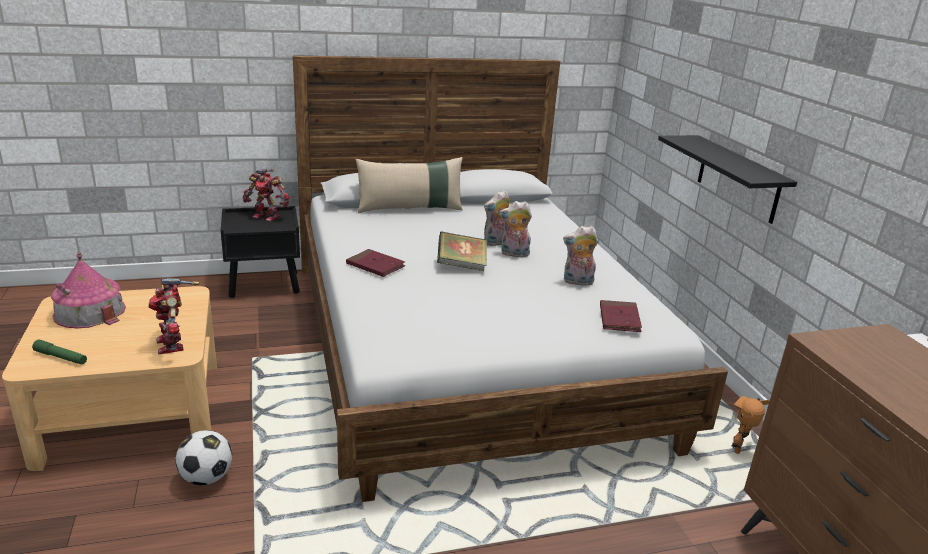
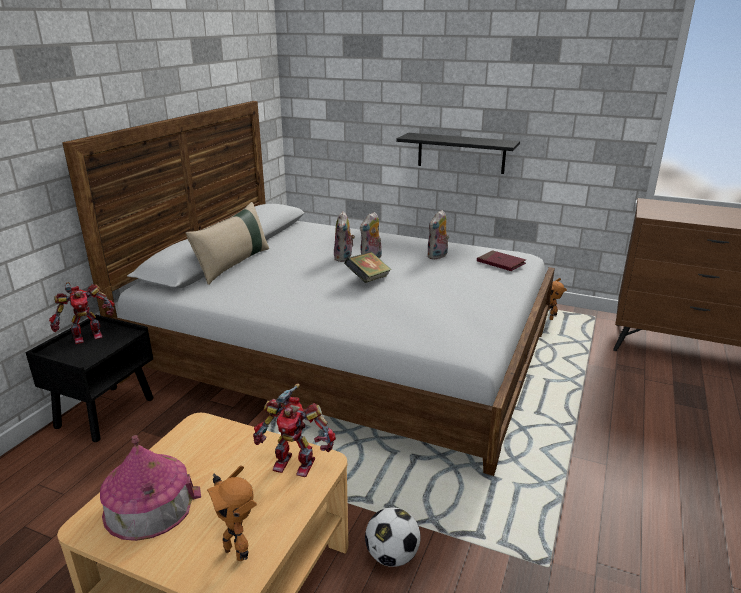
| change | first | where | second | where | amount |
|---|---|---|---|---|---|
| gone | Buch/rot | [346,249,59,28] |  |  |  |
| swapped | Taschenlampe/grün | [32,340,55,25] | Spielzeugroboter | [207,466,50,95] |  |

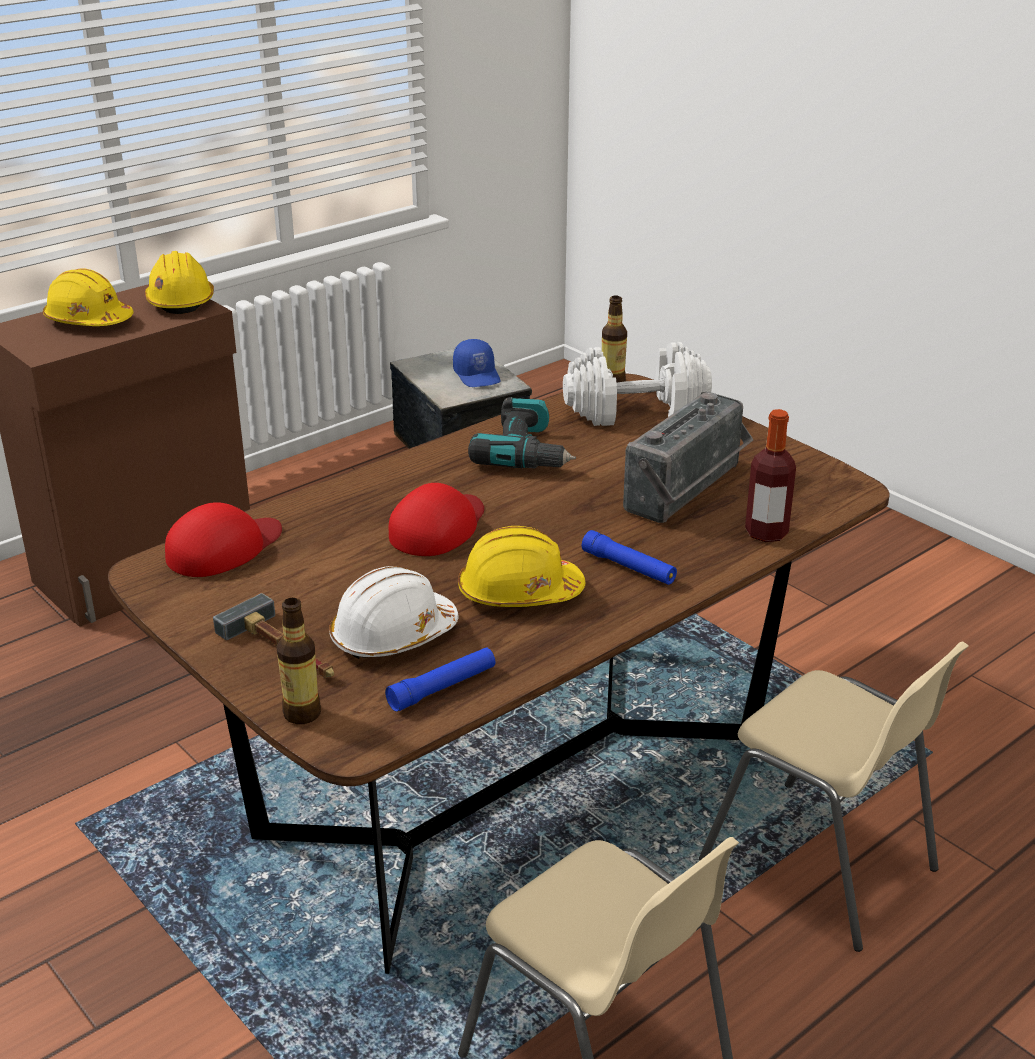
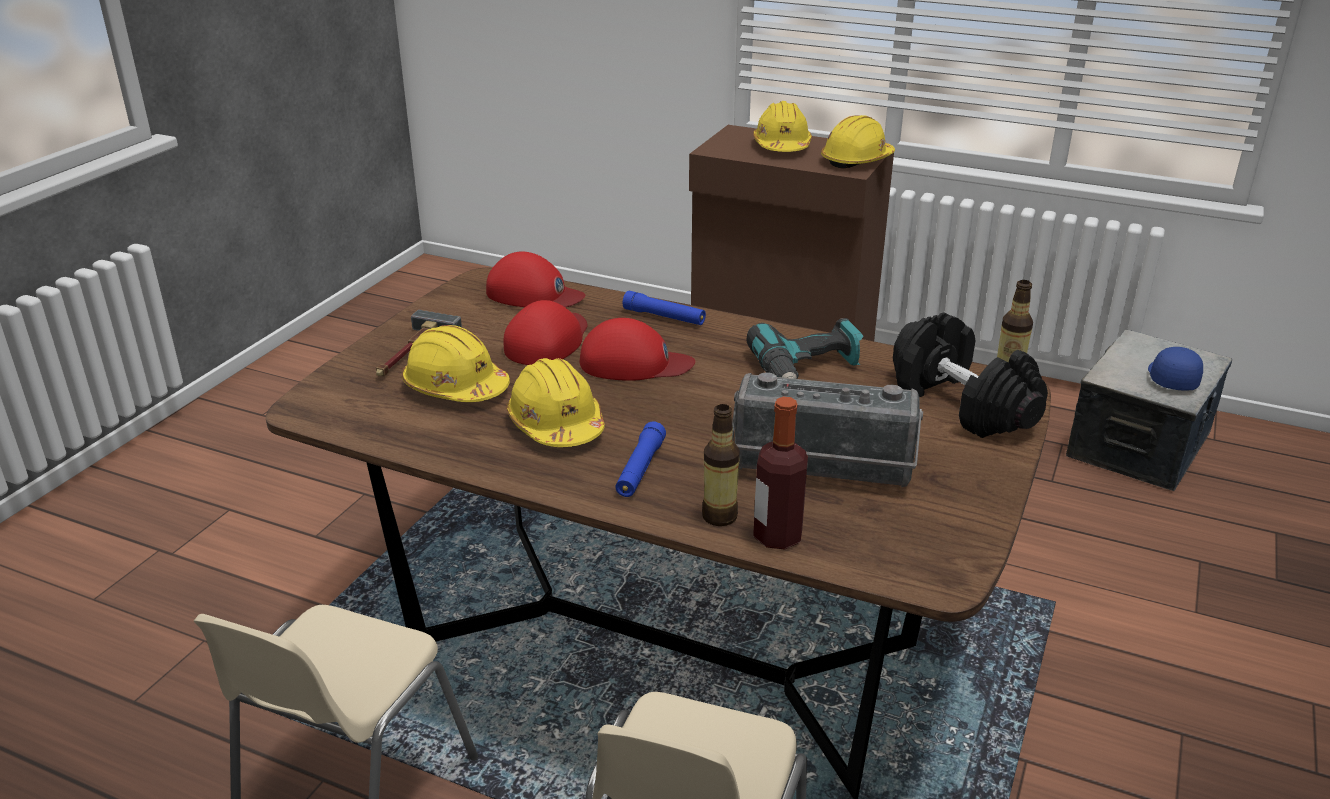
| change | first | where | second | where | amount |
|---|---|---|---|---|---|
| rotated | Kappe/blau | [453,339,47,48] |  | [1148,347,55,44] | 150 degrees clockwise |
| repainted | Hantel/weiß | [563,342,149,84] | Hantel/schwarz | [893,312,155,126] |  |
| repainted | Schutzhelm/weiß | [329,566,130,93] | Schutzhelm/gelb | [402,325,108,77] |  |
| shifted | Flasche | [276,598,45,126] |  | [702,404,38,122] |  |
| shifted | Taschenlampe/blau | [385,647,110,65] |  | [623,291,83,34] |  |
| new |  |  | Kappe/rot | [503,300,85,65] |  |

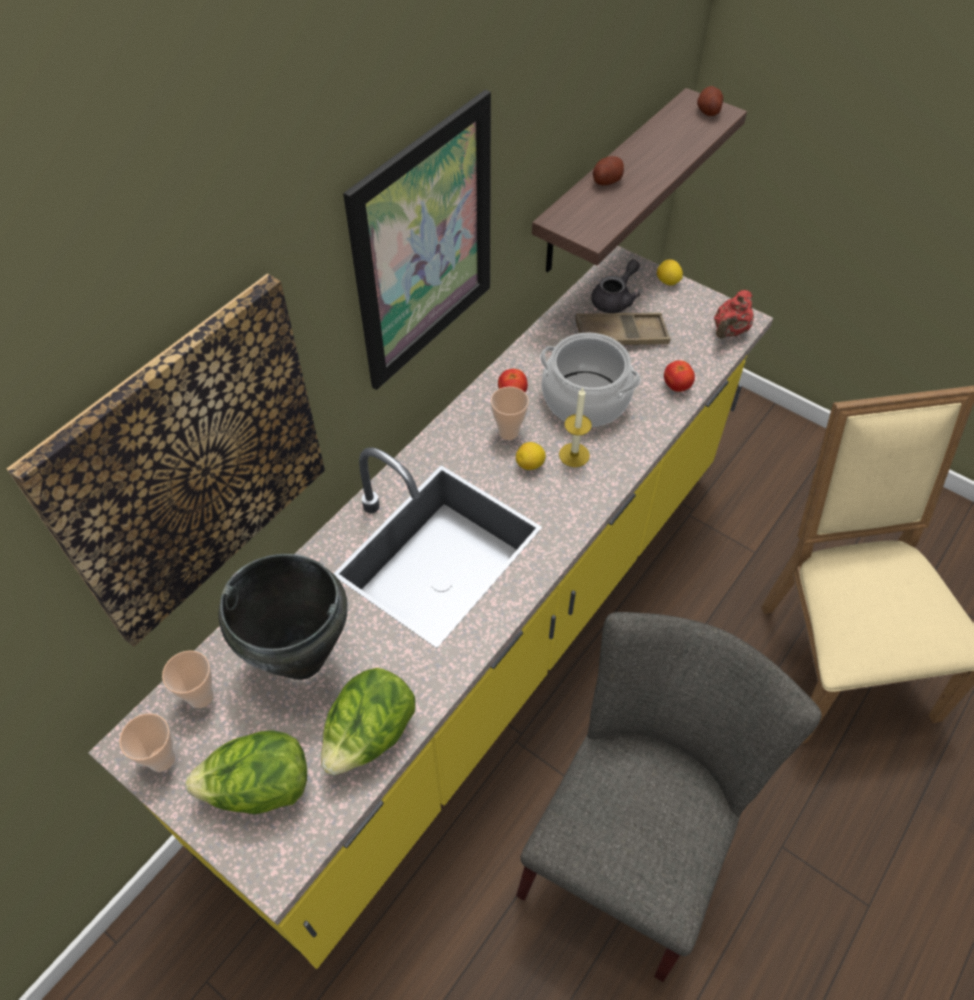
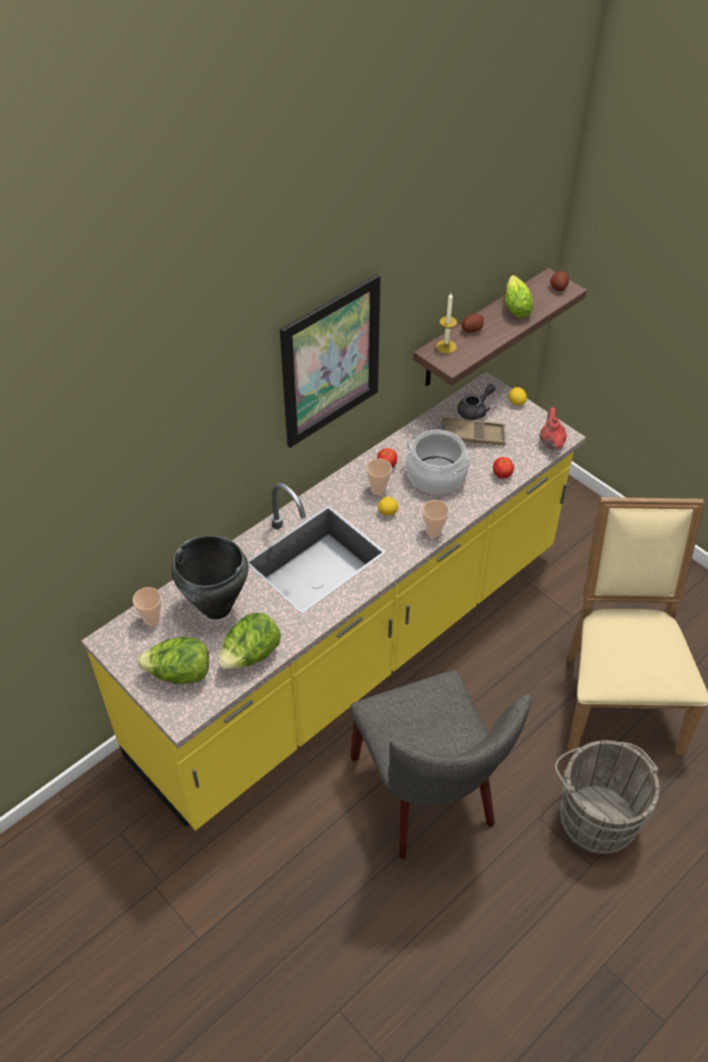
| change | first | where | second | where | amount |
|---|---|---|---|---|---|
| gone | Bild | [7,274,318,373] |  |  |  |
| rotated | Teekanne/rot | [714,290,40,49] |  | [539,407,28,43] | 135 degrees clockwise |
| shifted | Kerze | [559,387,33,80] |  | [436,293,21,60] |  |
| rotated | Stuhl/grau | [516,612,305,370] |  | [350,670,182,189] | 120 degrees clockwise |
| shifted | Tasse | [119,713,57,59] |  | [422,500,27,38] |  |
| new |  |  | Salatkopf | [505,275,28,43] |  |
| new |  |  | Eimer/grau | [555,740,105,114] |  |

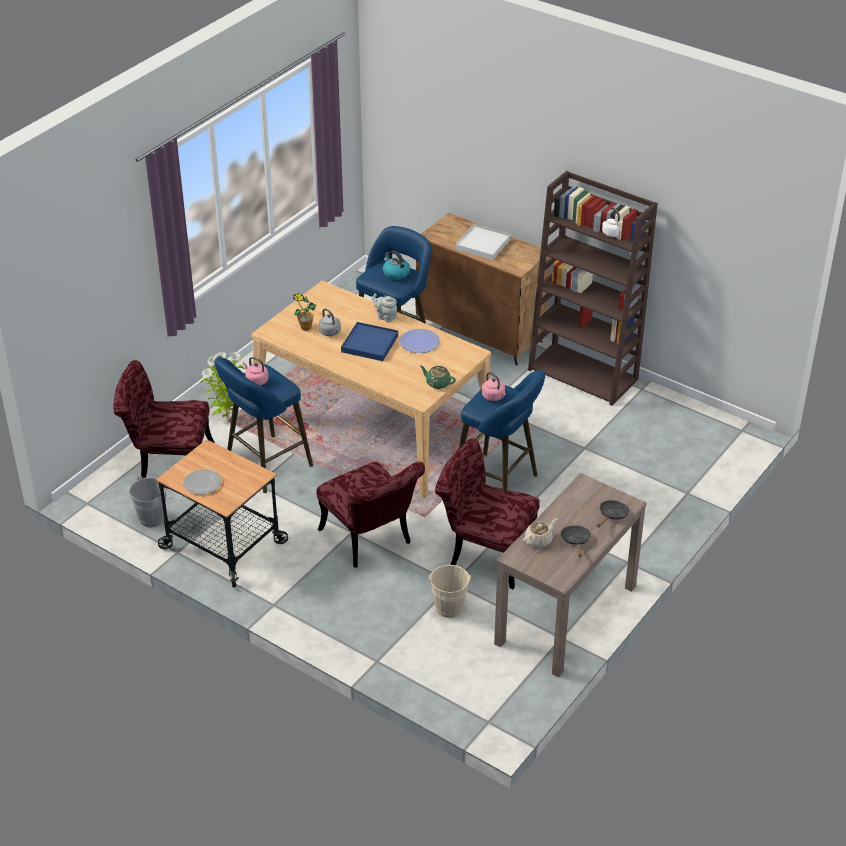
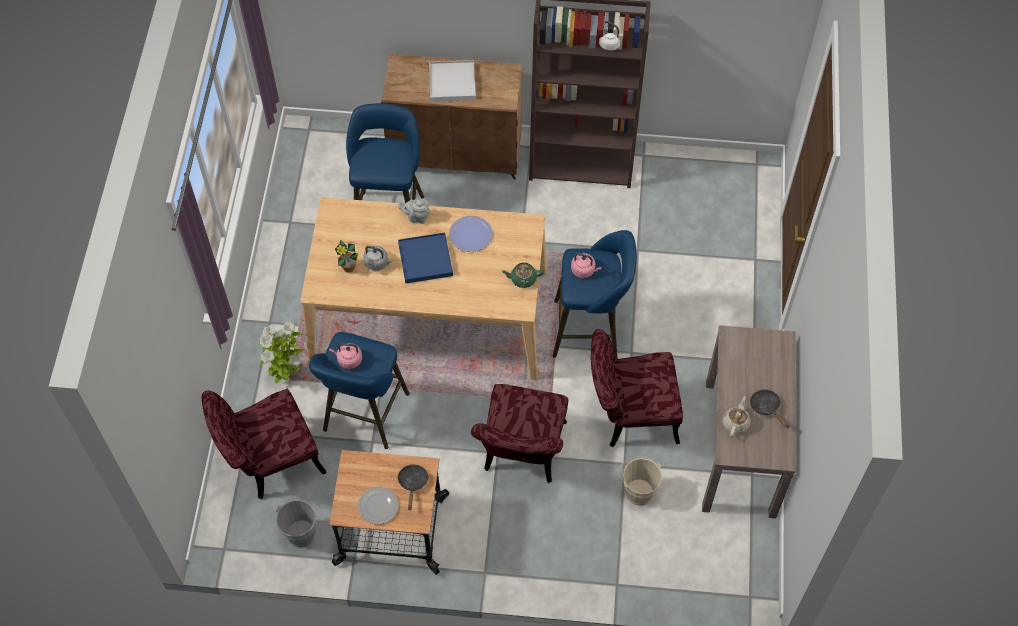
| change | first | where | second | where | amount |
|---|---|---|---|---|---|
| gone | Wasserkessel | [383,250,27,30] |  |  |  |
| rotated | Stuhl/rot | [316,461,109,107] |  | [471,384,97,99] | 75 degrees clockwise |
| shifted | Pfanne/schwarz | [597,500,32,27] |  | [397,464,32,46] |  |

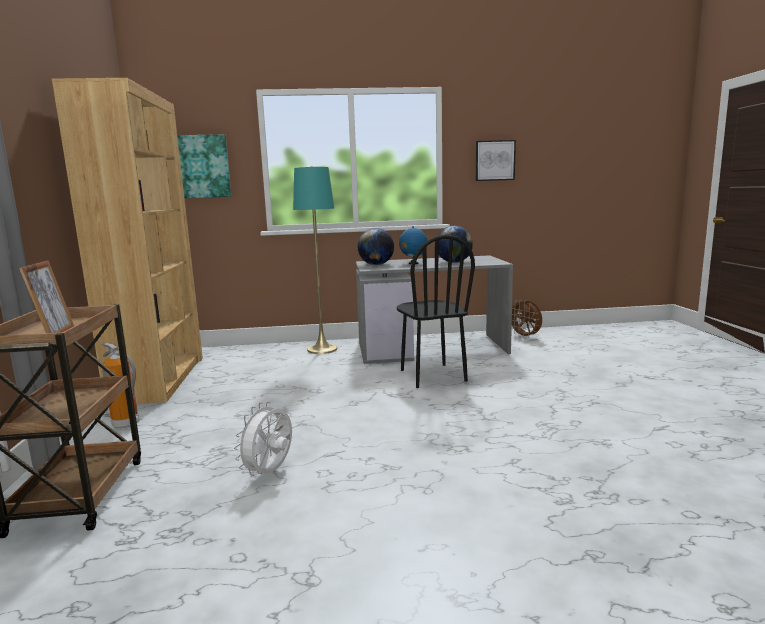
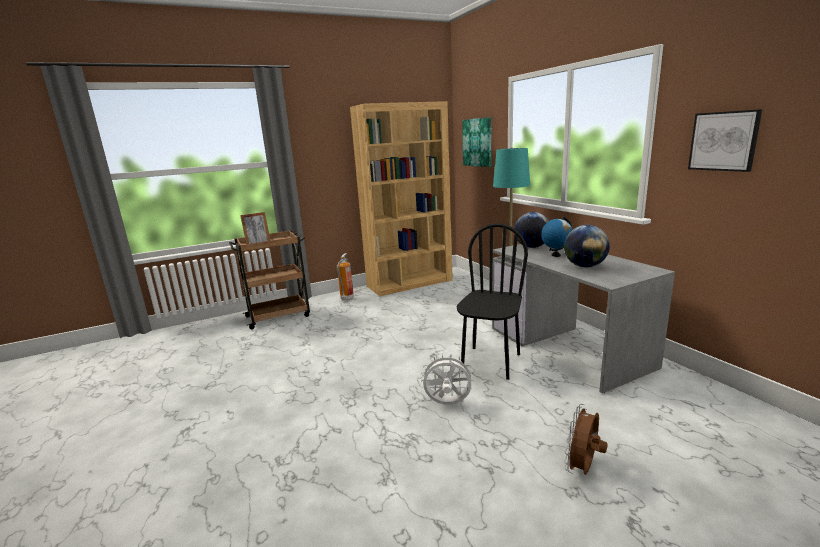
| change | first | where | second | where | amount |
|---|---|---|---|---|---|
| rotated | Stuhl/schwarz | [397,235,78,153] |  | [457,223,71,157] | 150 degrees clockwise |
| shifted | Ventilator/braun | [512,299,30,40] |  | [564,404,44,71] |  |
| shifted | Ventilator/weiß | [234,402,58,74] |  | [421,354,53,50] |  |

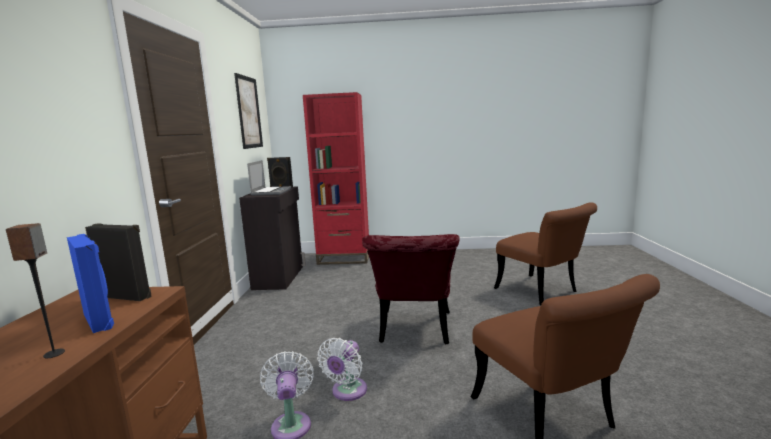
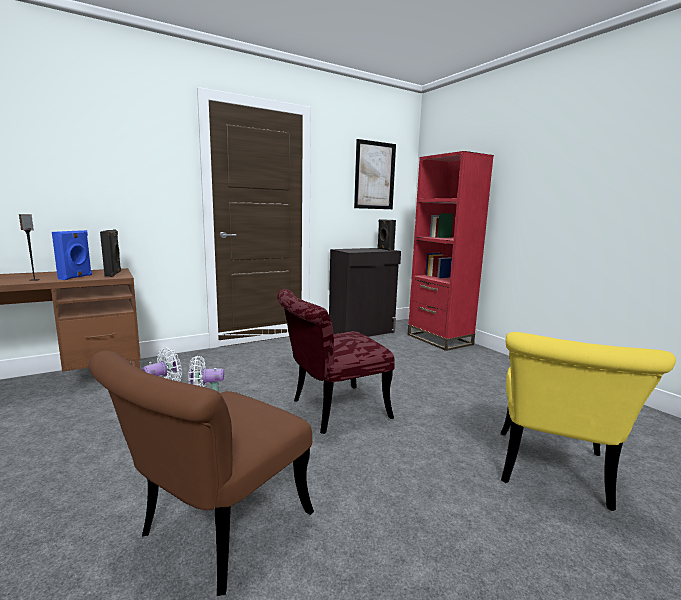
| change | first | where | second | where | amount |
|---|---|---|---|---|---|
| gone | Laptop | [247,160,44,36] |  |  |  |
| repainted | Stuhl/braun | [494,202,103,104] | Stuhl/gelb | [501,332,175,179] |  |

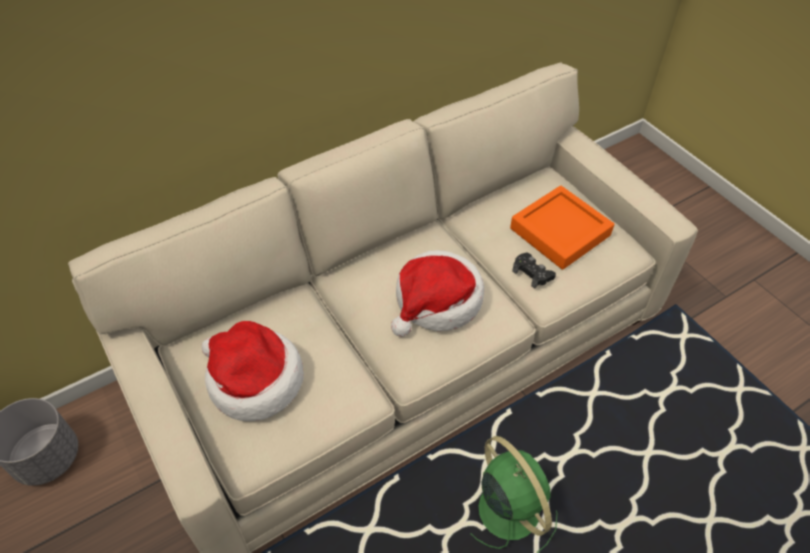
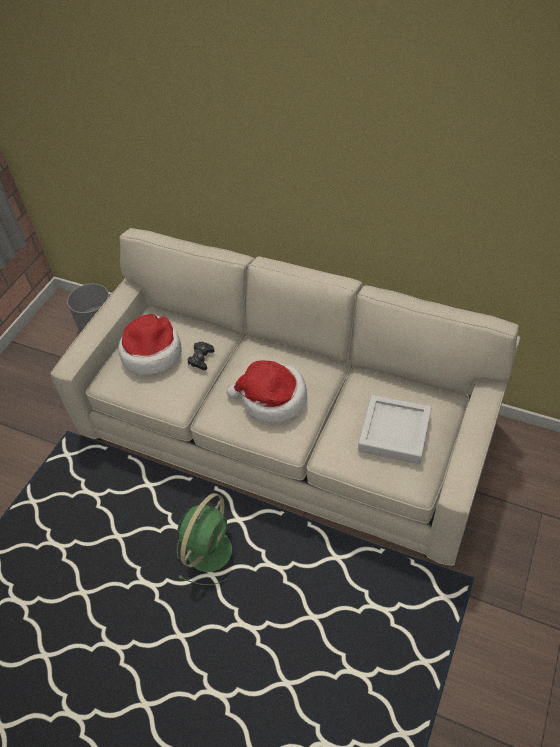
| change | first | where | second | where | amount |
|---|---|---|---|---|---|
| repainted | Tablett/orange | [510,186,104,84] | Tablett/grau | [358,395,74,69] |  |
| shifted | Gamepad/schwarz | [512,253,44,36] |  | [187,342,27,28] |  |

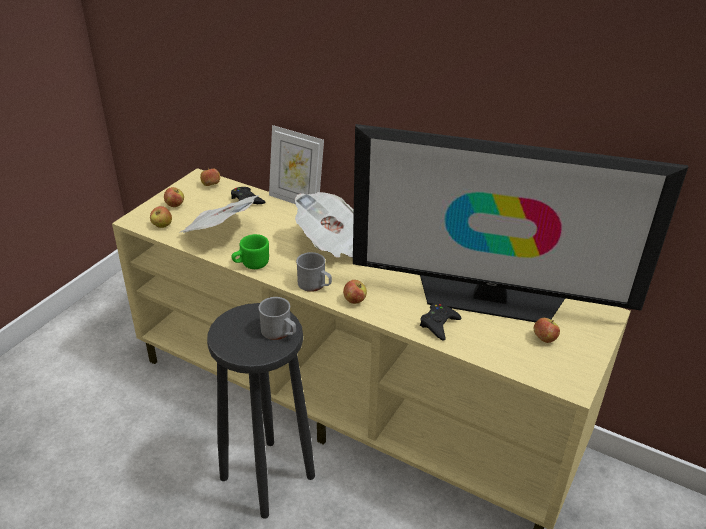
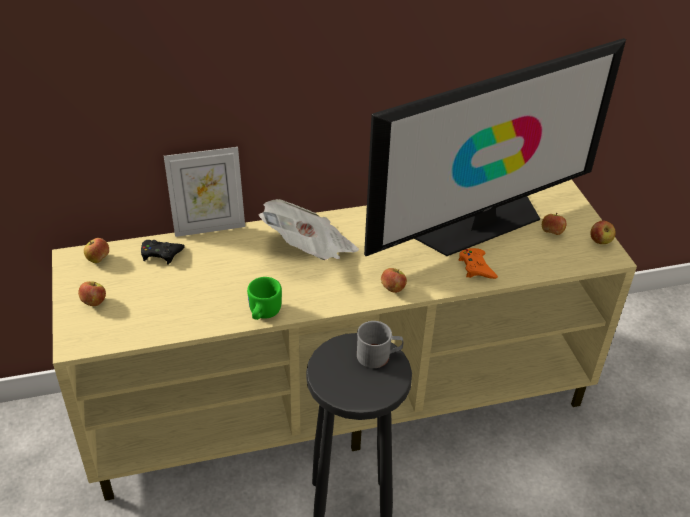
| change | first | where | second | where | amount |
|---|---|---|---|---|---|
| gone | Zeitung | [179,195,80,38] |  |  |  |
| shifted | Apfel | [150,206,22,22] |  | [590,221,26,23] |  |
| gone | Henkelbecher/grau | [296,252,36,40] |  |  |  |
| repainted | Gamepad/schwarz | [420,304,42,37] | Gamepad/orange | [458,248,40,31] |  |

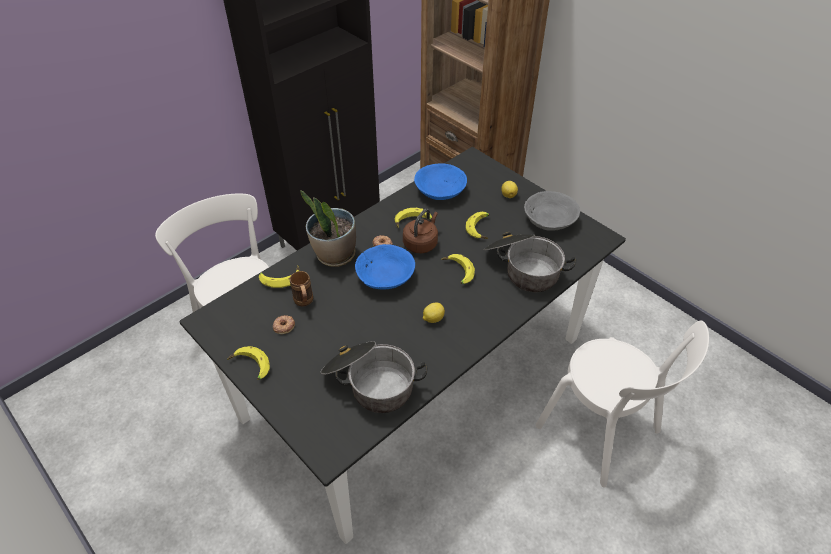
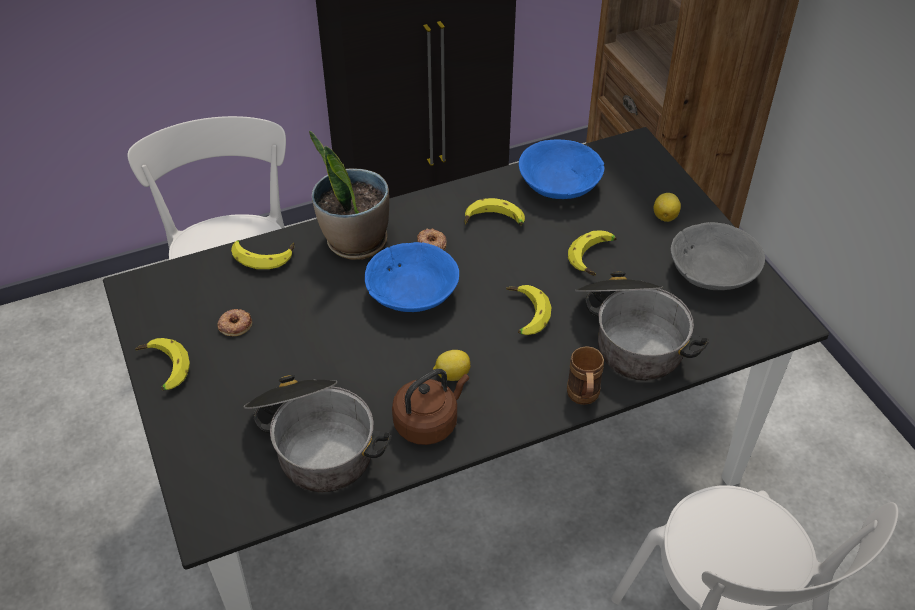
| change | first | where | second | where | amount |
|---|---|---|---|---|---|
| shifted | Wasserkessel/braun | [403,209,35,44] |  | [392,369,77,76] |  |
| shifted | Henkelbecher/braun | [290,271,23,36] |  | [567,346,37,59] |  |

